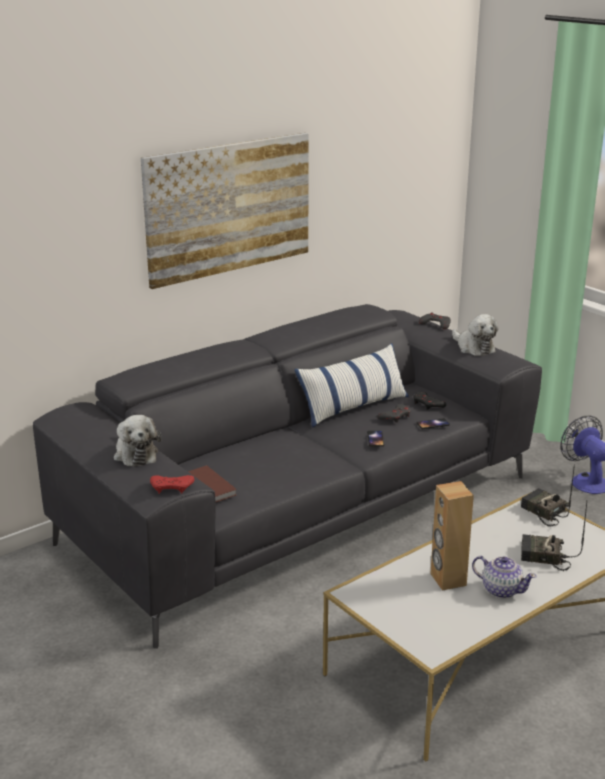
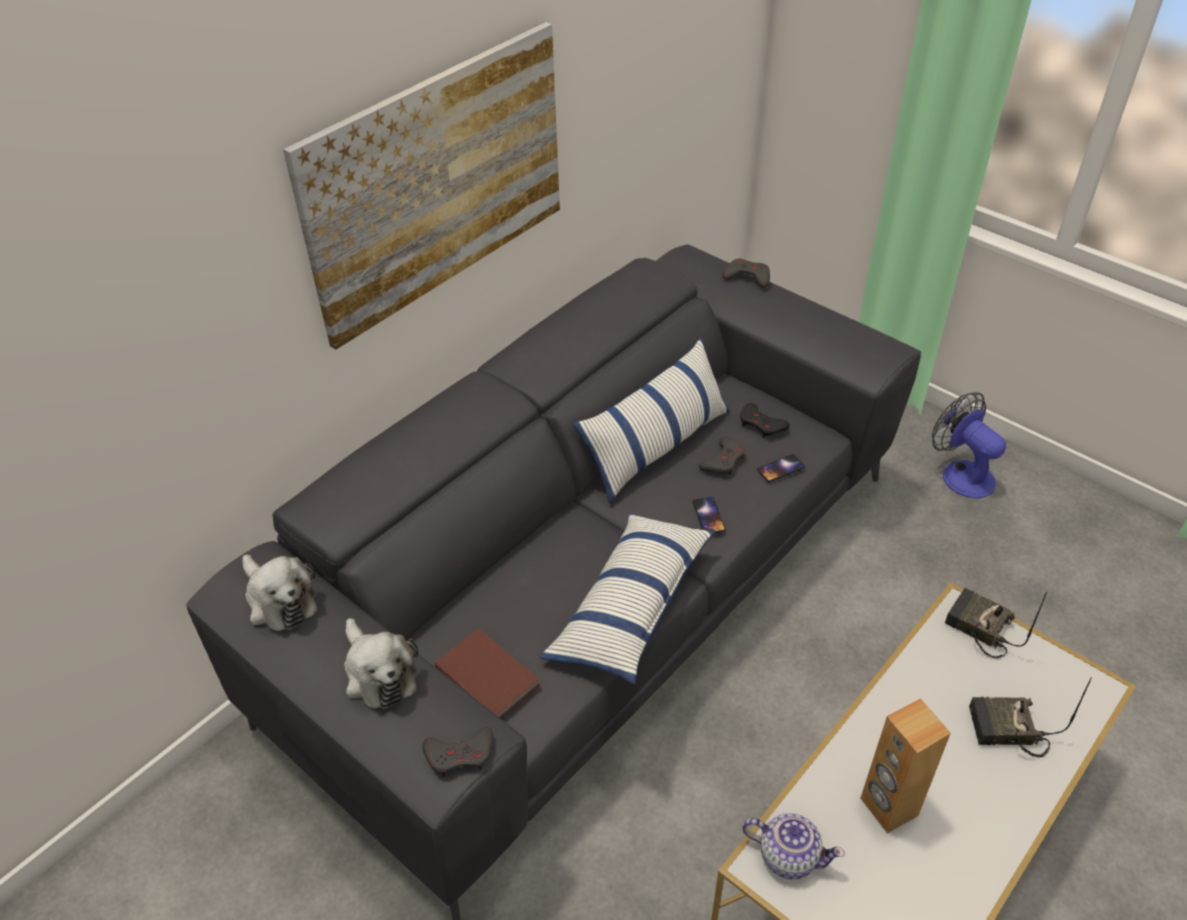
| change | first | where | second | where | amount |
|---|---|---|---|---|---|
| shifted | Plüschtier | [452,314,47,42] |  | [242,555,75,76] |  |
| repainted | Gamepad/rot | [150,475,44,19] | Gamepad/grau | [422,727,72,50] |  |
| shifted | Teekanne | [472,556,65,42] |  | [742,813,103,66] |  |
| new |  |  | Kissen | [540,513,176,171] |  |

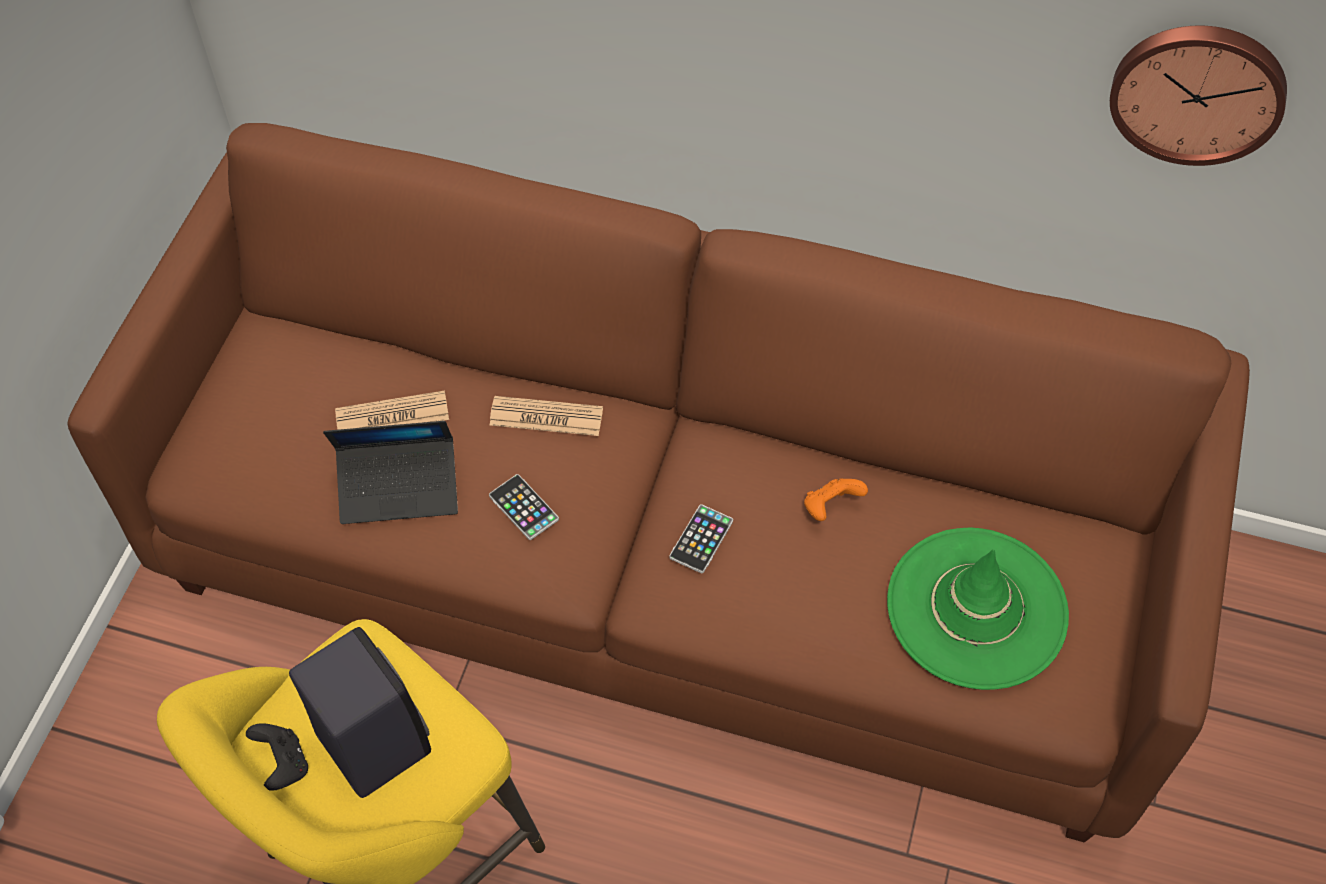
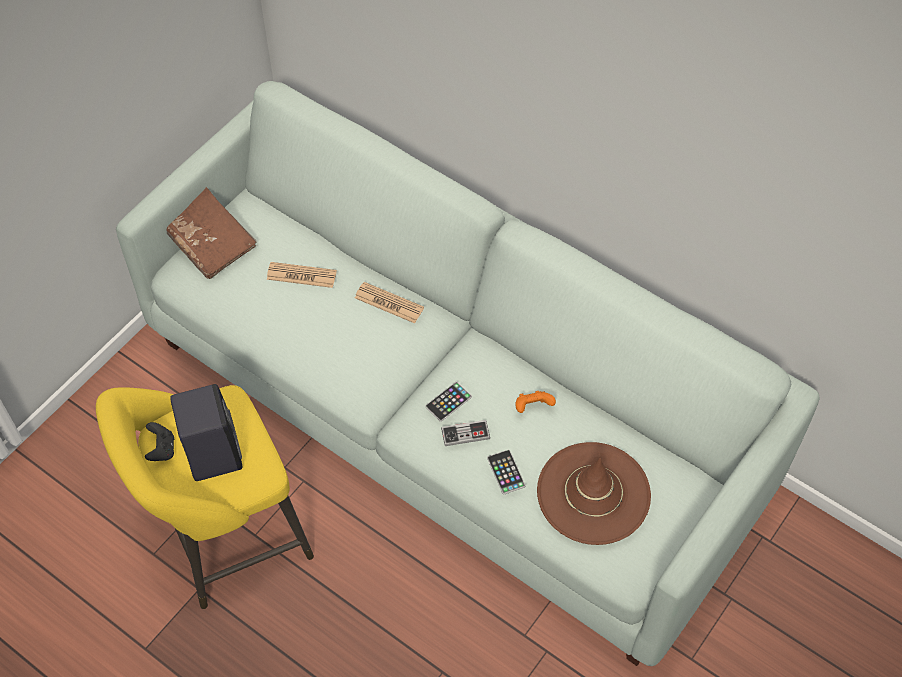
| change | first | where | second | where | amount |
|---|---|---|---|---|---|
| gone | Wanduhr | [1110,26,177,140] |  |  |  |
| repainted | Sofa/braun | [67,123,1183,720] | Sofa/weiß | [116,81,704,585] |  |
| gone | Laptop | [323,421,135,103] |  |  |  |
| shifted | Handy | [489,474,70,66] |  | [487,450,38,45] |  |
| repainted | Hut/grün | [887,527,182,163] | Hut/braun | [537,442,114,103] |  |
| new |  |  | Buch/braun | [166,187,91,92] |  |
| new |  |  | Gamepad | [441,420,49,26] |  |

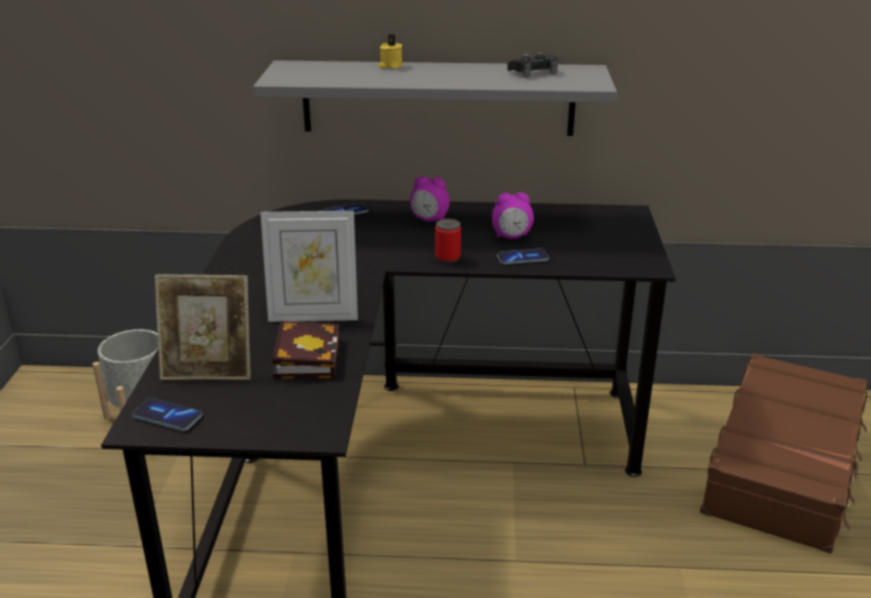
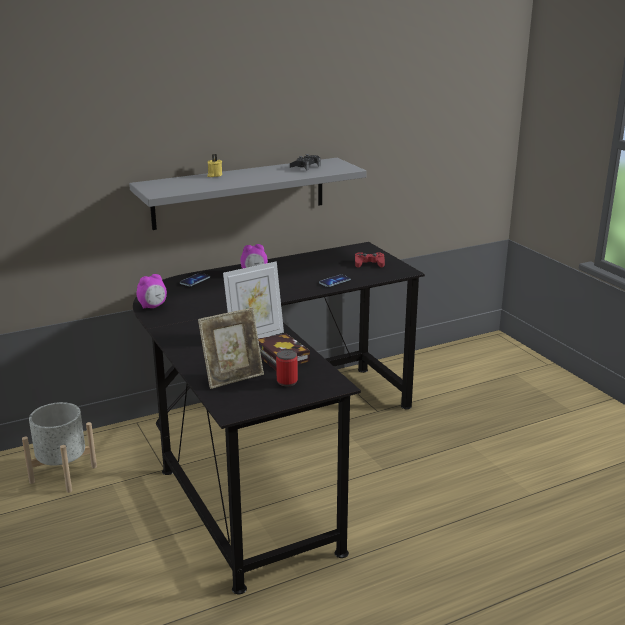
| change | first | where | second | where | amount |
|---|---|---|---|---|---|
| shifted | Wecker | [492,192,42,47] |  | [136,274,31,35] |  |
| shifted | Dose | [435,219,26,44] |  | [276,349,22,37] |  |
| gone | Koffer/braun | [700,353,168,201] |  |  |  |
| gone | Handy | [132,398,70,33] |  |  |  |
| new |  |  | Gamepad/rot | [355,252,30,16] |  |

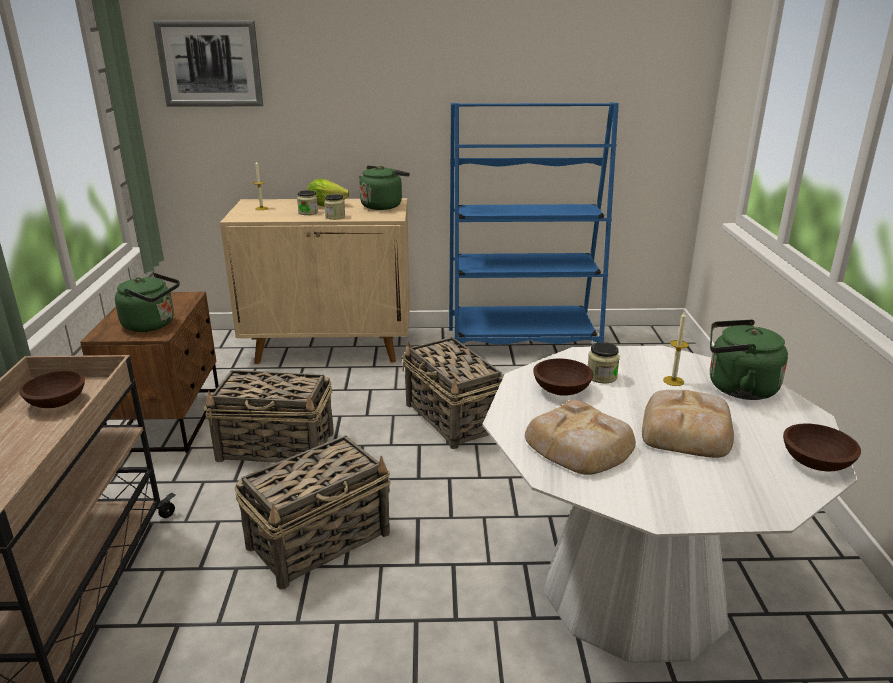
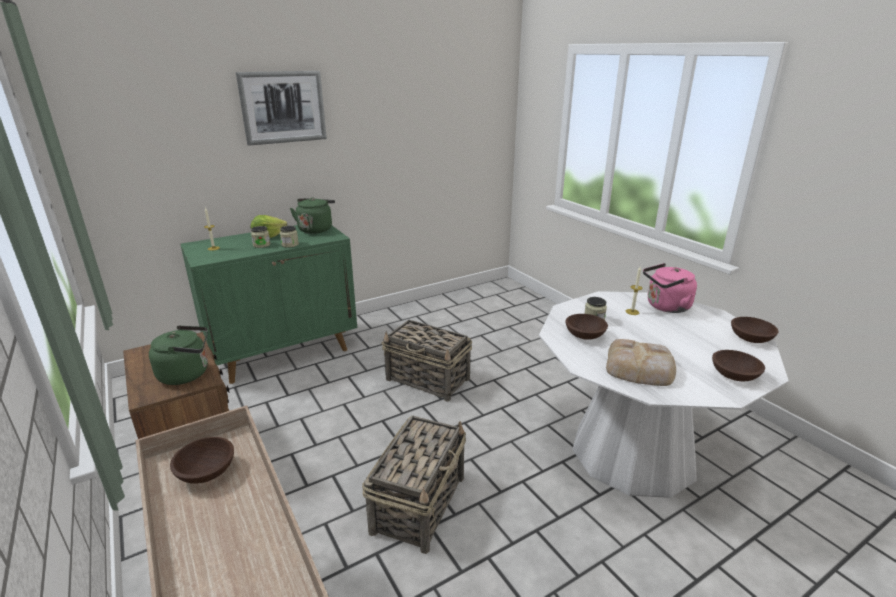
| change | first | where | second | where | amount |
|---|---|---|---|---|---|
| shifted | Bild | [153,21,110,86] |  | [236,71,91,75] |  |
| gone | Bücherregal/blau | [449,102,170,243] |  |  |  |
| repainted | Schrank/beige | [220,198,190,166] | Schrank/grün | [180,225,177,159] |  |
| repainted | Wasserkessel/grün | [710,319,78,81] | Wasserkessel/rosa | [643,263,54,50] |  |
| gone | Korb | [204,370,129,93] |  |  |  |
| gone | Brot | [642,390,92,68] |  |  |  |
| new |  |  | Schüssel/braun | [712,350,53,31] |  |

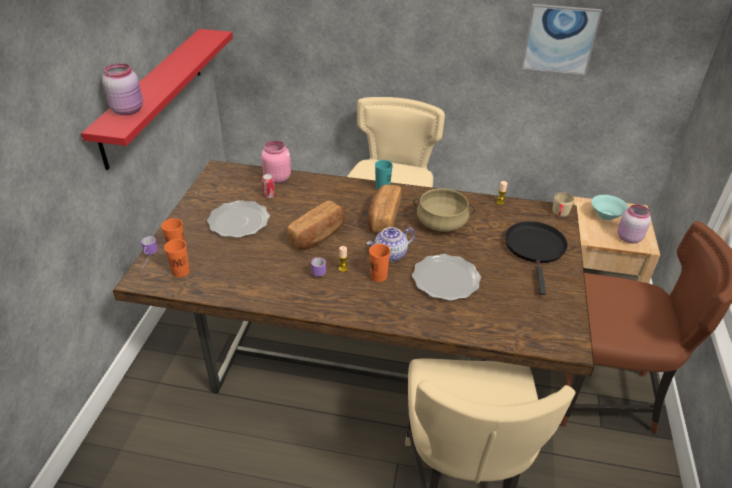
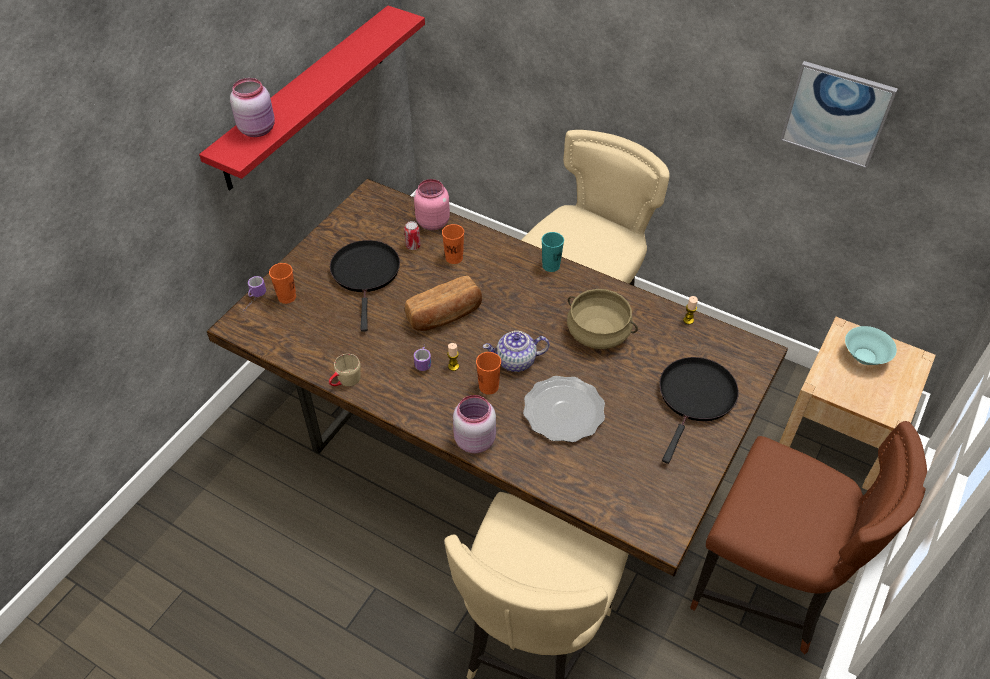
| change | first | where | second | where | amount |
|---|---|---|---|---|---|
| gone | Brot | [368,185,33,48] |  |  |  |
| shifted | Henkelbecher/beige | [552,192,22,25] |  | [329,354,32,32] |  |
| swapped | Teller | [207,200,63,38] | Pfanne/schwarz | [330,240,70,92] |  |
| shifted | Vorratsglas/rosa | [618,204,33,39] |  | [453,395,43,58] |  |
| shifted | Tasse/orange | [164,239,26,38] |  | [442,224,22,40] |  |

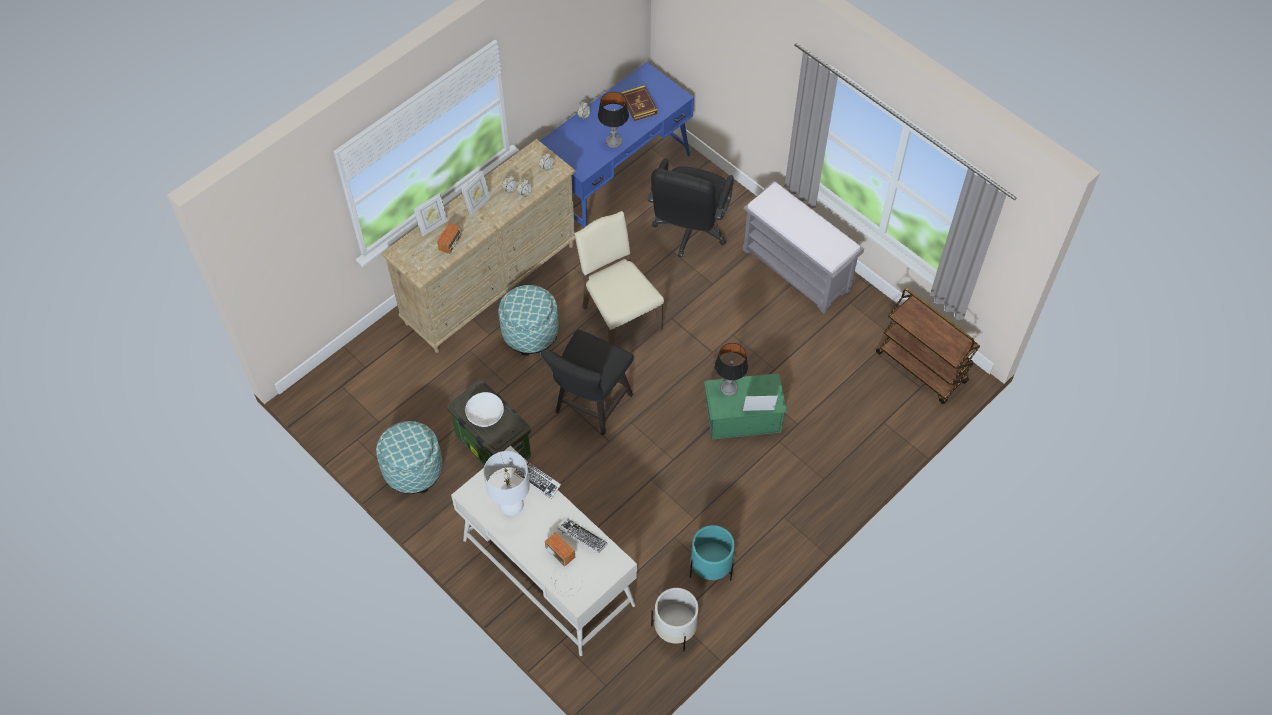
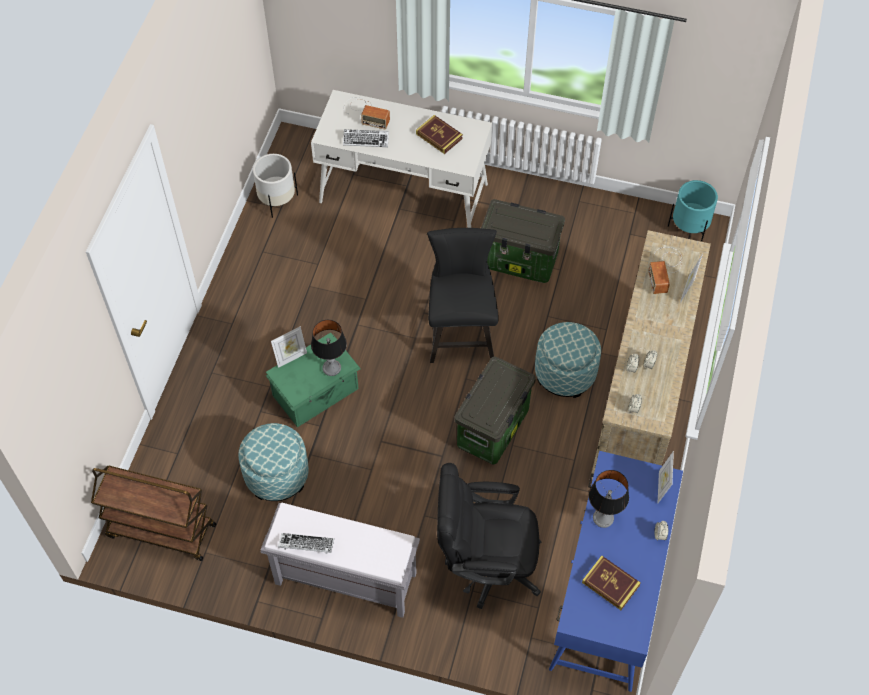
| change | first | where | second | where | amount |
|---|---|---|---|---|---|
| rotated | Bürostuhl/schwarz | [648,158,86,100] |  | [437,463,105,146] | 75 degrees counterclockwise |
| shifted | Bilderrahmen | [462,170,29,47] |  | [658,451,16,52] |  |
| swapped | Stuhl/beige | [574,211,90,134] | Aufbewahrungsbox | [455,357,81,108] |  |
| gone | Schüssel/weiß | [465,392,39,35] |  |  |  |
| shifted | Polsterhocker | [376,421,67,73] |  | [238,423,71,78] |  |
| swapped | Tischlampe/weiß | [484,451,46,65] | Buch | [416,115,47,39] |  |
| shifted | Tastatur | [513,460,48,39] |  | [278,533,56,21] |  |
| shifted | Pflanzkübel/türkis | [690,525,45,55] |  | [668,180,50,62] |  |

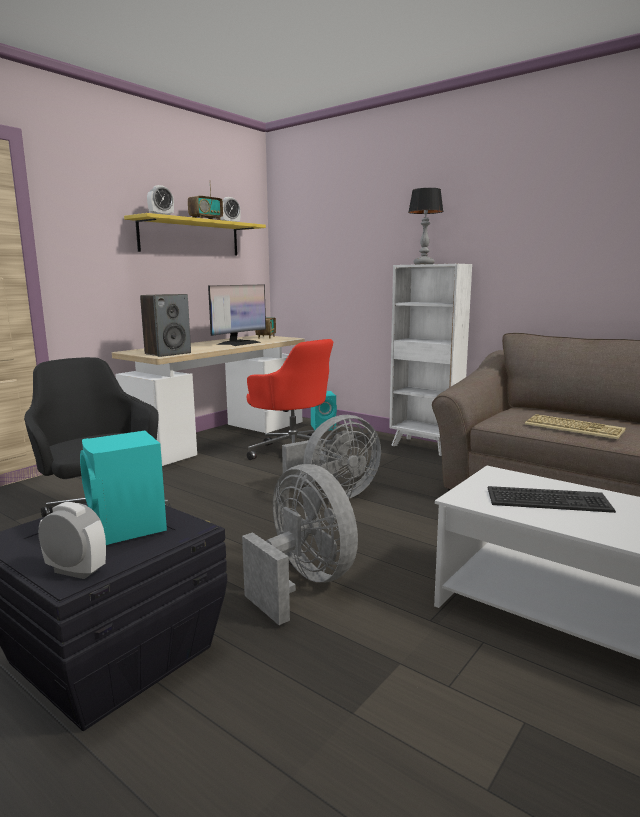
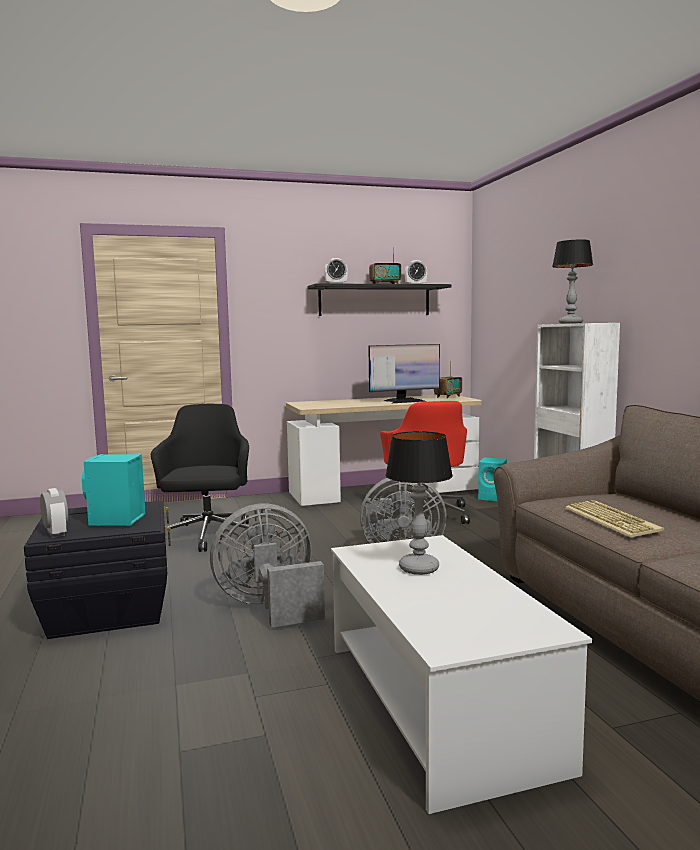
| change | first | where | second | where | amount |
|---|---|---|---|---|---|
| repainted | Wandregal/gelb | [124,213,142,42] | Wandregal/schwarz | [307,283,145,33] |  |
| gone | Lautsprecher | [140,294,51,63] |  |  |  |
| rotated | Ventilator/grau | [242,464,116,161] |  | [210,503,115,125] | 105 degrees counterclockwise |
| swapped | Tastatur | [487,486,129,27] | Tischlampe | [386,431,67,144] |  |

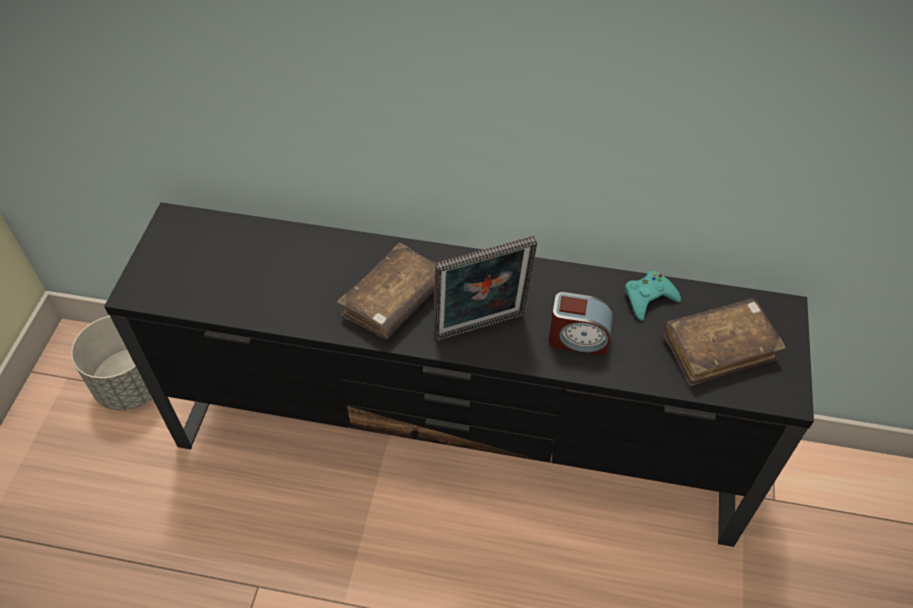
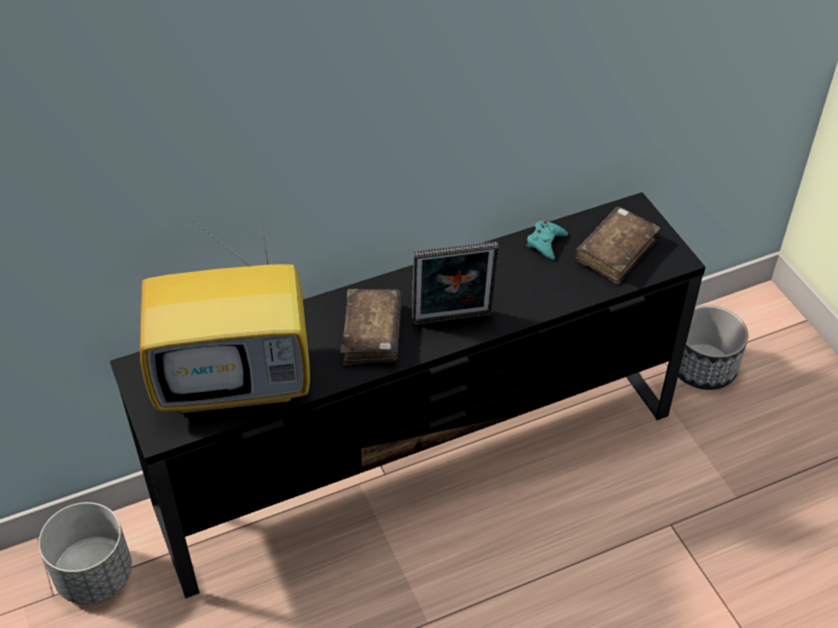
| change | first | where | second | where | amount |
|---|---|---|---|---|---|
| rotated | Bilderrahmen | [434,236,103,105] |  | [412,241,87,84] | 45 degrees clockwise |
| gone | Wecker | [548,292,65,64] |  |  |  |
| new |  |  | Fernseher | [140,192,170,222] |  |
| new |  |  | Pflanzkübel | [678,305,70,85] |  |

